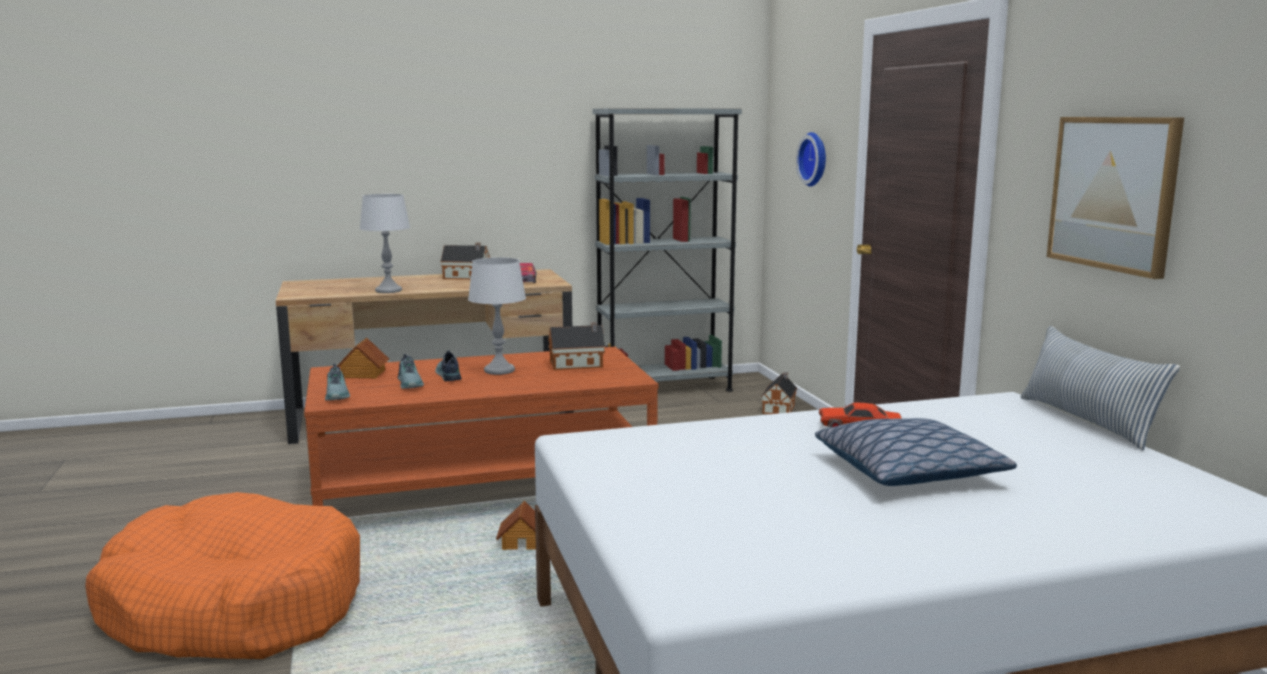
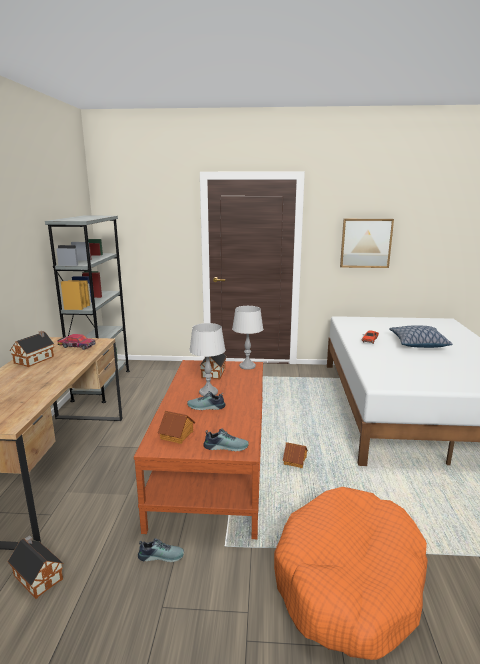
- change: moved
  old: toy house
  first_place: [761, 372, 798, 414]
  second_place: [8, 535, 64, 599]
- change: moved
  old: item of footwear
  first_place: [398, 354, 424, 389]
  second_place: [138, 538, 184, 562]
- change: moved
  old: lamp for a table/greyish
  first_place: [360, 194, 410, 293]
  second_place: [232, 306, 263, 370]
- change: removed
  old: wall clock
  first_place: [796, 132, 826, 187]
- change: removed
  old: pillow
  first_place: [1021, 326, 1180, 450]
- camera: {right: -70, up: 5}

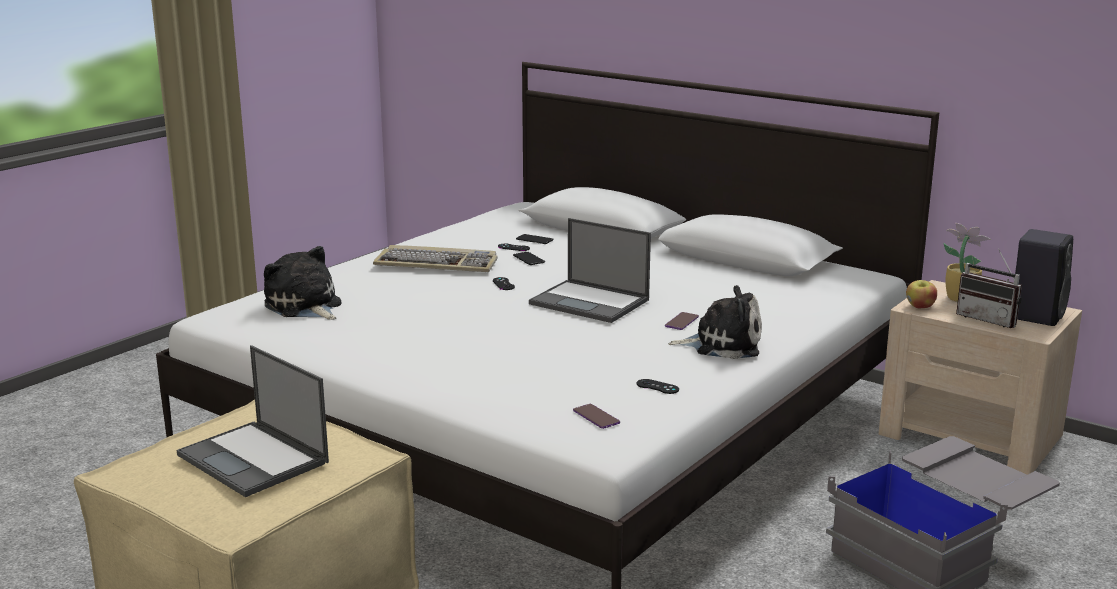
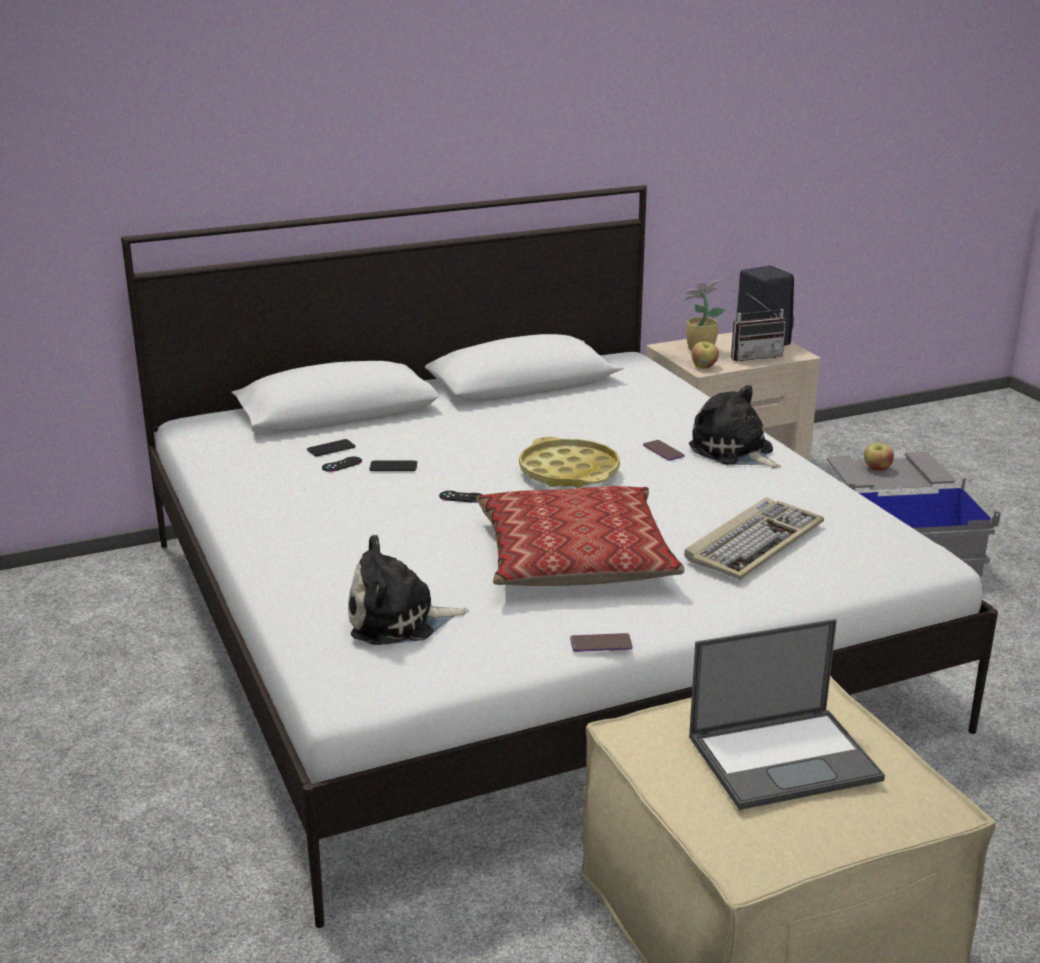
- change: added
  new: pillow
  second_place: [476, 486, 684, 586]
- change: replaced
  old: notebook computer
  new: serving tray/yellowish
  first_place: [529, 218, 651, 323]
  second_place: [519, 437, 620, 488]
- change: moved
  old: telephone
  first_place: [573, 404, 620, 429]
  second_place: [570, 633, 633, 652]
- change: moved
  old: PC keyboard
  first_place: [373, 245, 498, 272]
  second_place: [684, 497, 824, 580]
- change: turned
  old: cuddly toy
  first_place: [668, 285, 762, 359]
  second_place: [689, 385, 781, 468]
  degrees: -75
- change: added
  new: whole apple
  second_place: [864, 443, 894, 471]
- change: removed
  old: game controller/blackish
  first_place: [637, 379, 679, 394]
- camera: {right: -60, up: 5}

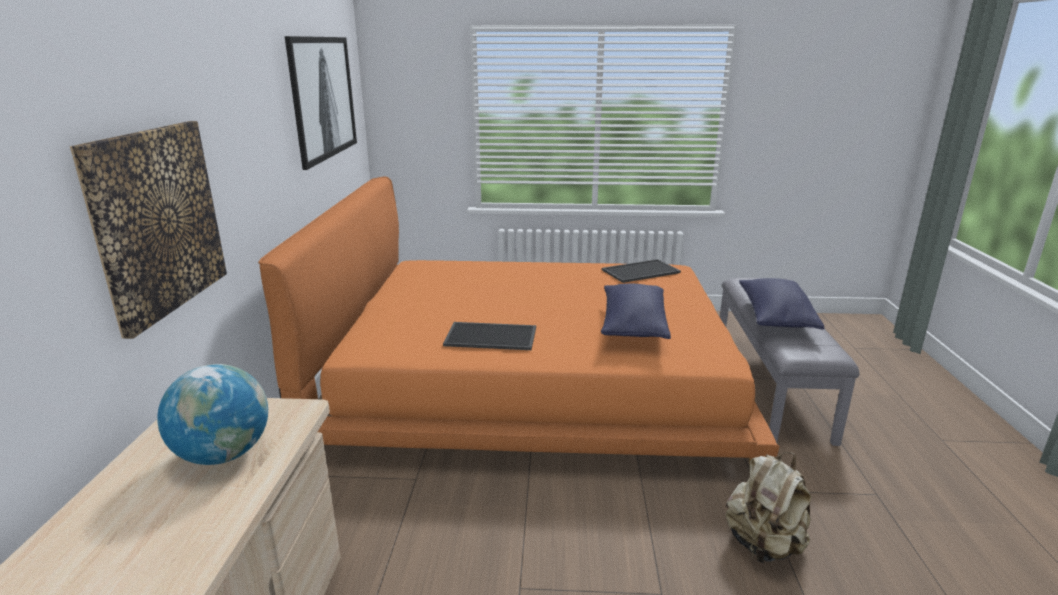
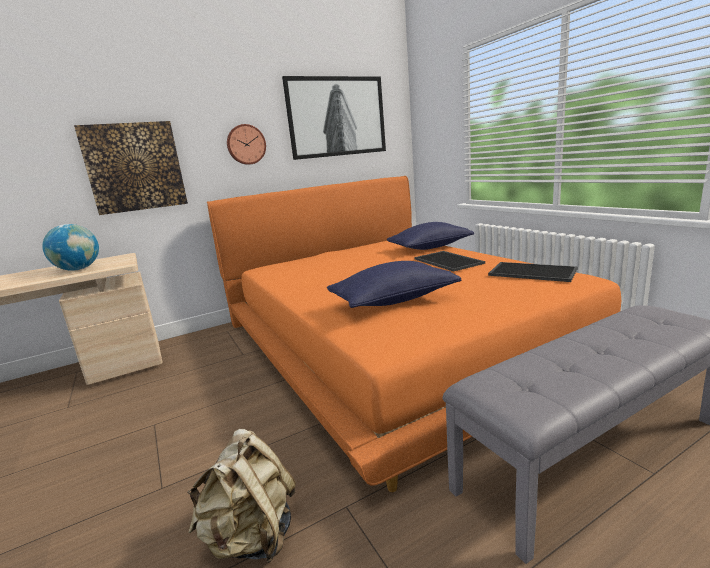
- change: added
  new: wall clock
  second_place: [227, 124, 266, 165]
- change: moved
  old: pillow/blue
  first_place: [739, 278, 824, 329]
  second_place: [387, 222, 474, 250]
- change: moved
  old: serving tray
  first_place: [443, 322, 536, 350]
  second_place: [414, 251, 485, 272]
- camera: {right: 60, up: -5}

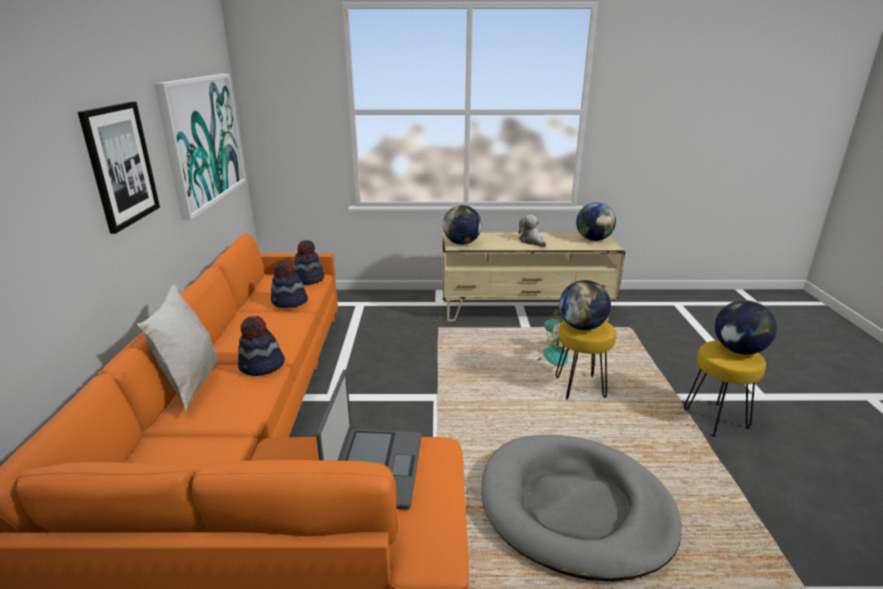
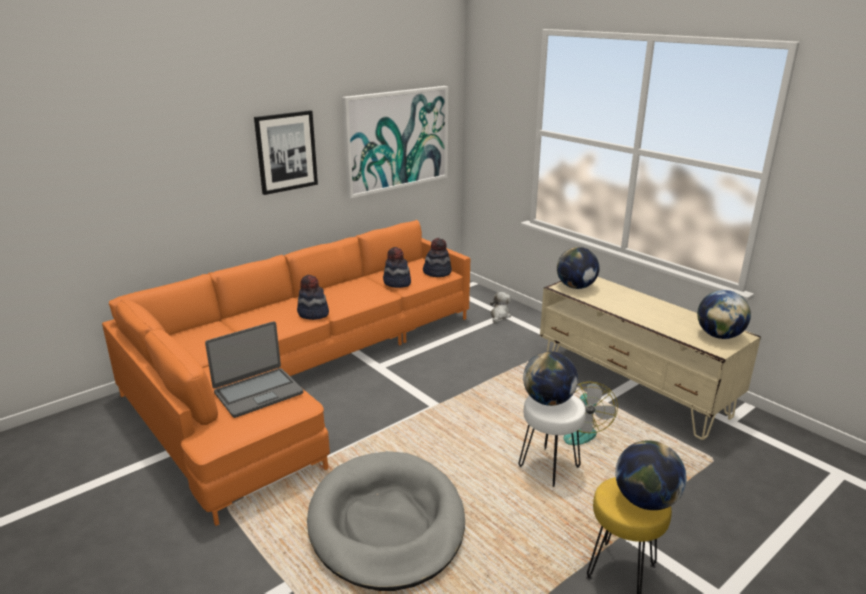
- change: moved
  old: cuddly toy
  first_place: [519, 215, 546, 247]
  second_place: [490, 292, 511, 323]
- change: recoloured
  old: sitting stool/yellowish
  new: sitting stool/whitish
  first_place: [556, 320, 616, 400]
  second_place: [518, 395, 586, 487]
- change: removed
  old: pillow/whitish
  first_place: [137, 283, 218, 411]
- camera: {right: 50, up: 0}

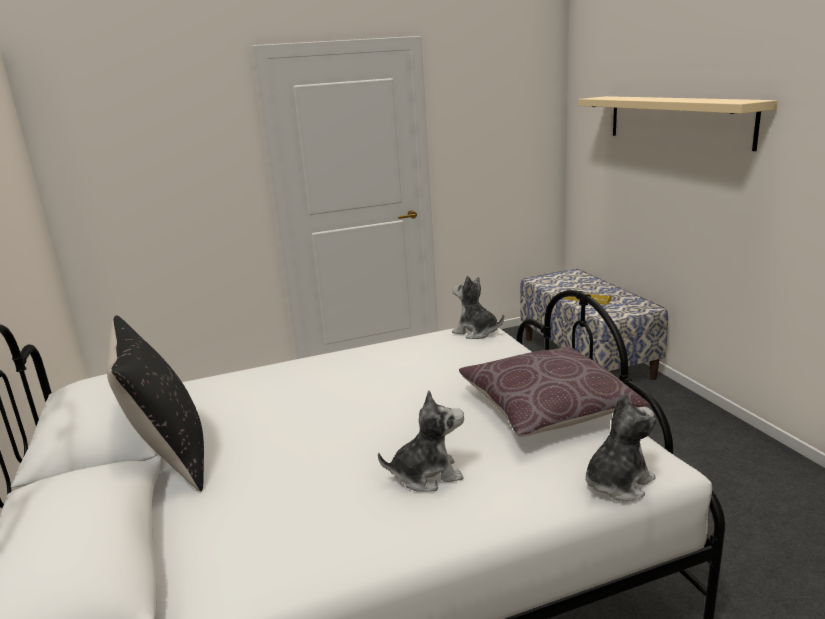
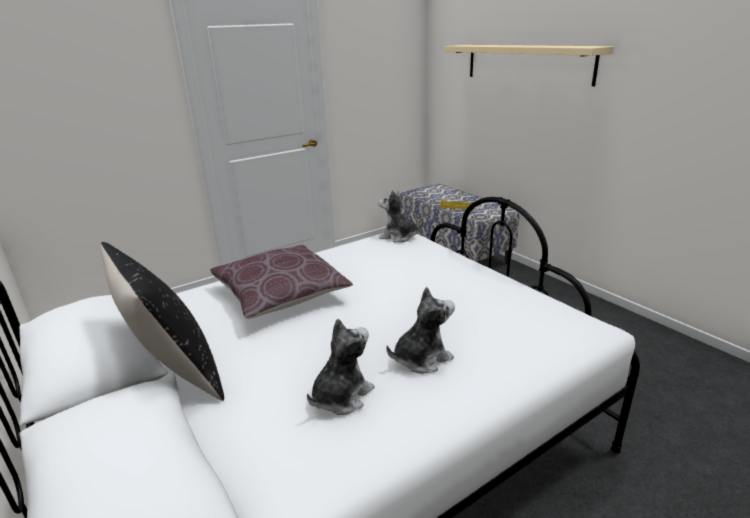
- change: moved
  old: pillow/brown
  first_place: [459, 346, 650, 437]
  second_place: [210, 245, 353, 319]
- change: moved
  old: cuddly toy
  first_place: [585, 393, 656, 501]
  second_place: [307, 319, 375, 415]
- camera: {right: -15, up: 5}

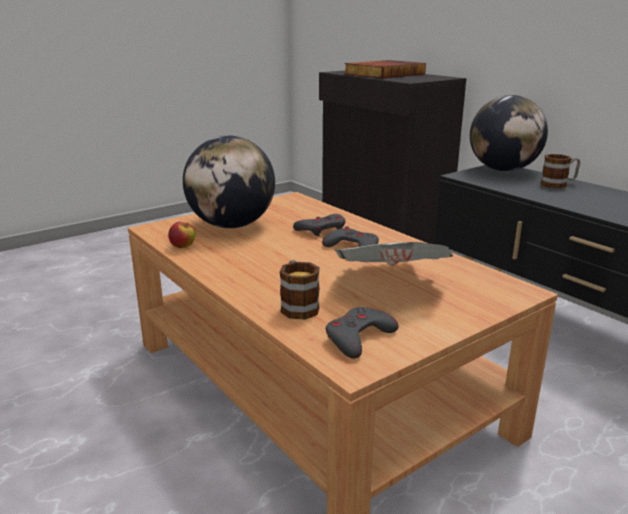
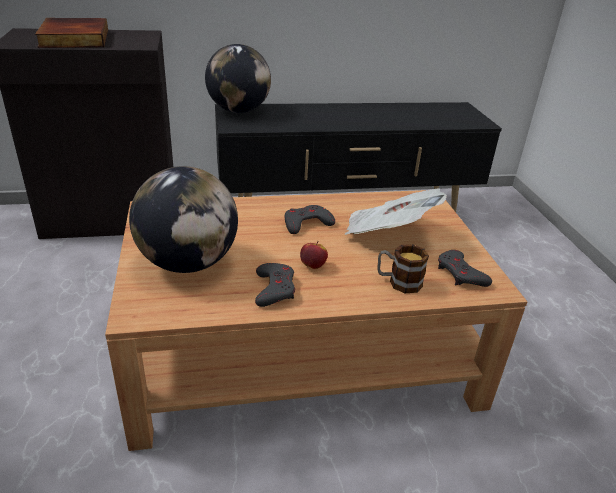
- change: moved
  old: game controller/greyish
  first_place: [293, 214, 345, 236]
  second_place: [255, 263, 295, 307]
- change: moved
  old: whole apple
  first_place: [168, 222, 196, 248]
  second_place: [300, 241, 328, 269]
- change: removed
  old: coffee mug
  first_place: [541, 154, 580, 188]
- camera: {right: -65, up: 10}

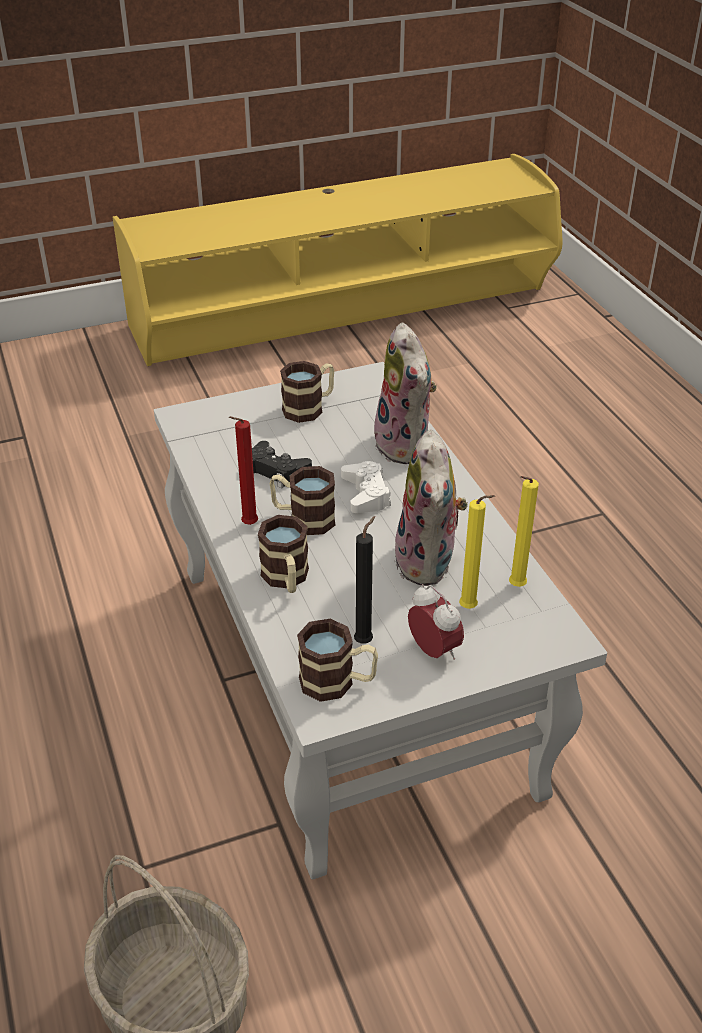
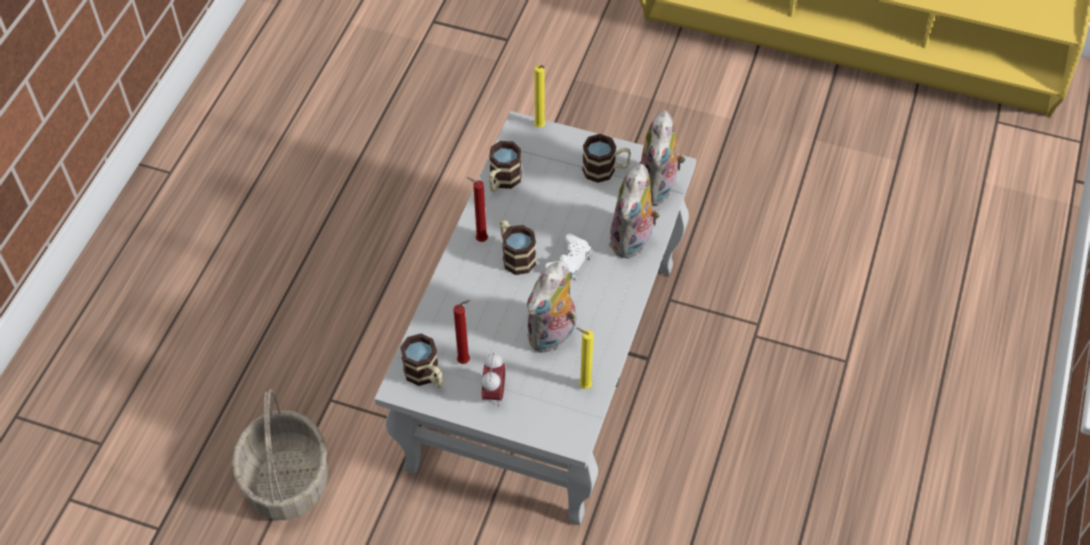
- change: recoloured
  old: wax light/blackish
  new: wax light/red
  first_place: [354, 516, 375, 644]
  second_place: [454, 300, 470, 364]
- change: moved
  old: coffee mug
  first_place: [258, 515, 309, 593]
  second_place: [489, 141, 522, 192]
- change: moved
  old: wax light/yellowish
  first_place: [459, 495, 495, 609]
  second_place: [534, 65, 546, 127]
- change: added
  new: cuddly toy
  second_place: [640, 111, 686, 206]
- change: removed
  old: game controller/blackish
  first_place: [252, 441, 312, 488]
- camera: {right: 40, up: 15}

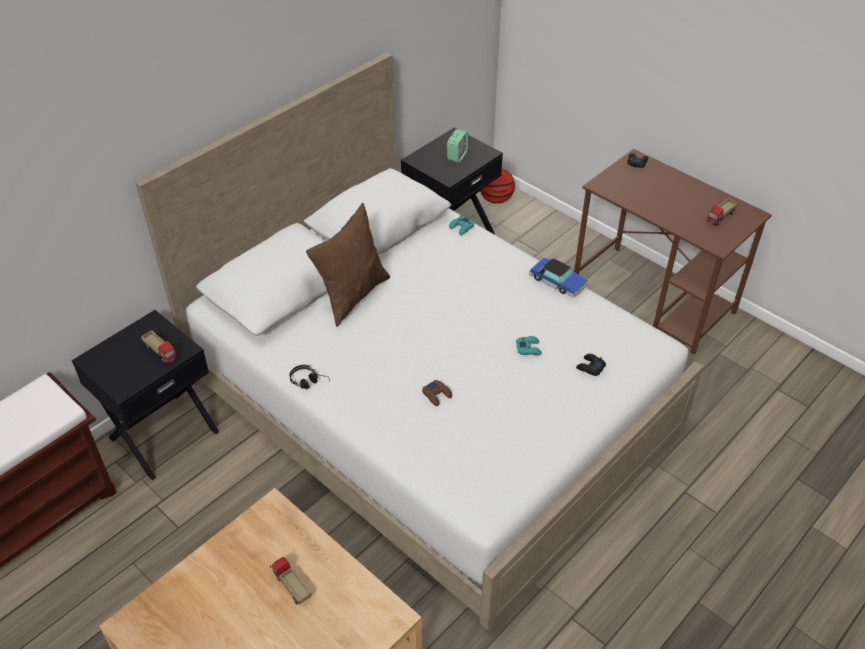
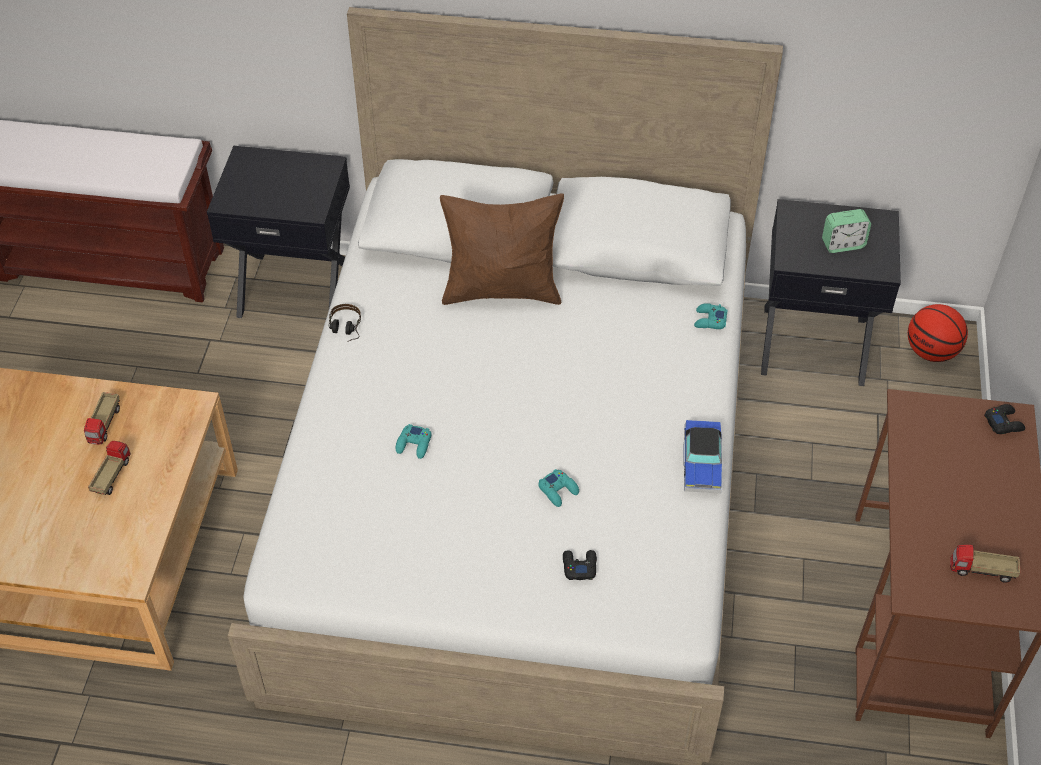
- change: moved
  old: toy lorry
  first_place: [141, 330, 177, 363]
  second_place: [84, 392, 120, 445]
- change: recoloured
  old: game controller/brown
  new: game controller/blue-green
  first_place: [422, 380, 452, 406]
  second_place: [396, 424, 432, 459]
- camera: {right: 55, up: 5}

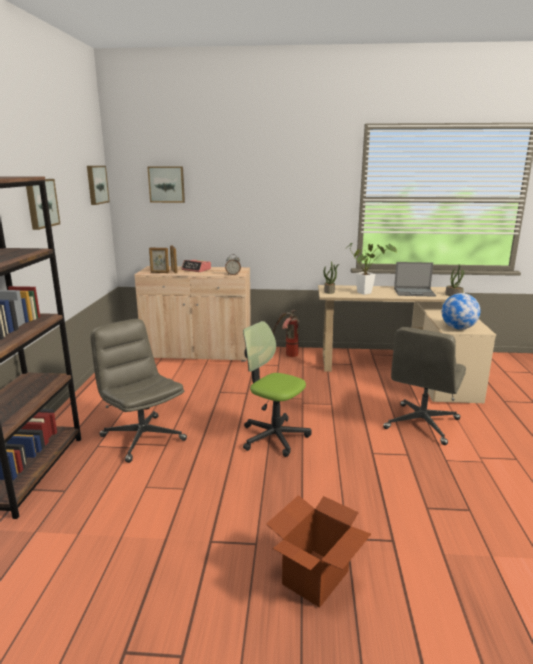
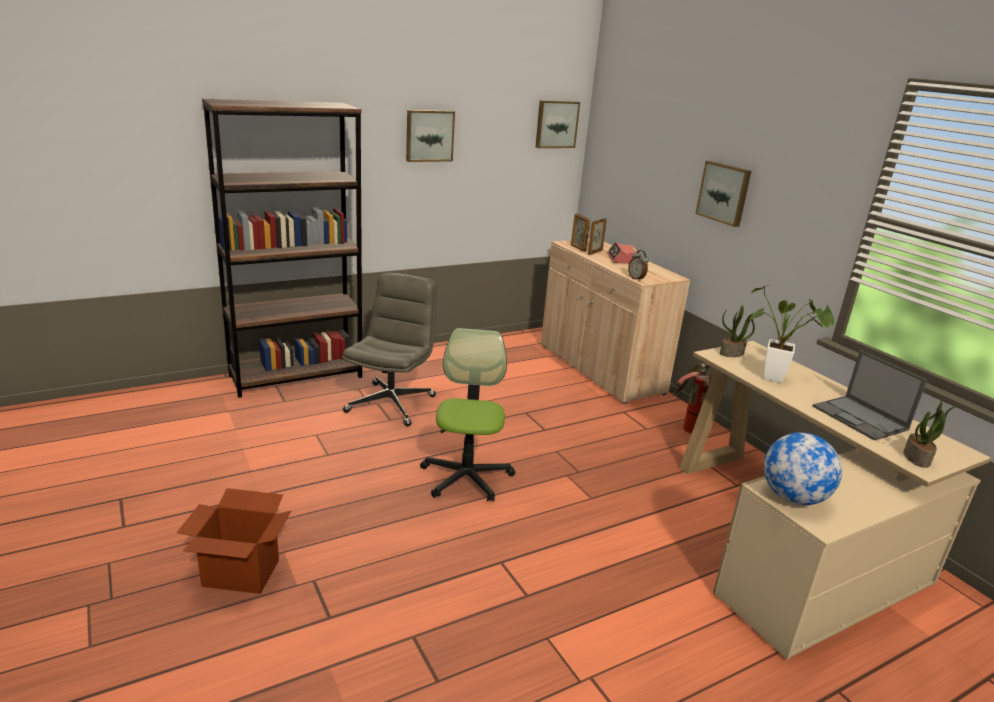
- change: moved
  old: wall picture
  first_place: [147, 166, 185, 203]
  second_place: [696, 161, 751, 227]
- change: removed
  old: desk chair/greyish
  first_place: [383, 327, 466, 445]
- camera: {right: 55, up: 5}

